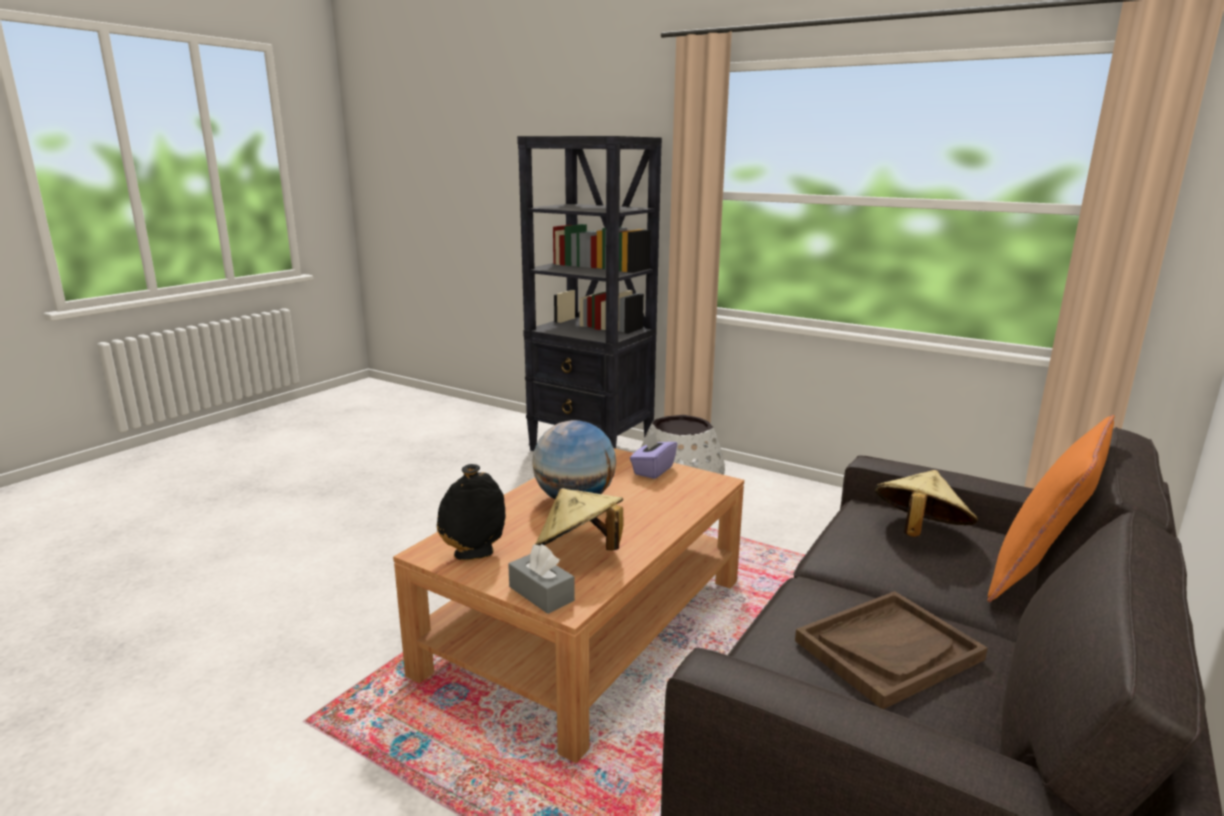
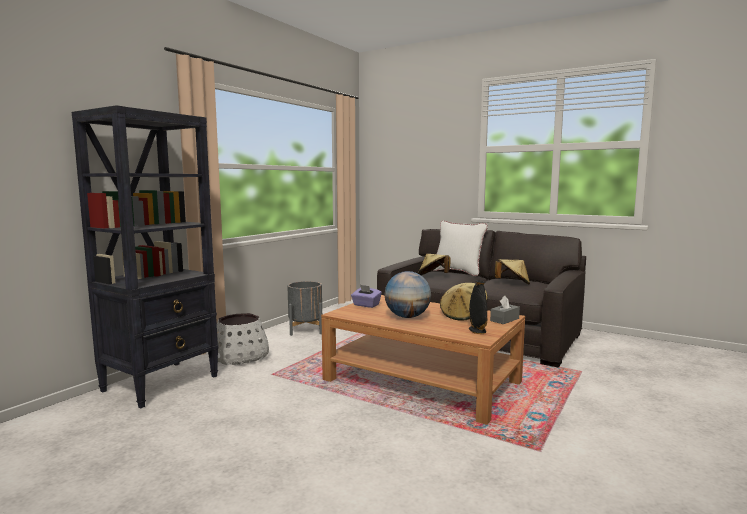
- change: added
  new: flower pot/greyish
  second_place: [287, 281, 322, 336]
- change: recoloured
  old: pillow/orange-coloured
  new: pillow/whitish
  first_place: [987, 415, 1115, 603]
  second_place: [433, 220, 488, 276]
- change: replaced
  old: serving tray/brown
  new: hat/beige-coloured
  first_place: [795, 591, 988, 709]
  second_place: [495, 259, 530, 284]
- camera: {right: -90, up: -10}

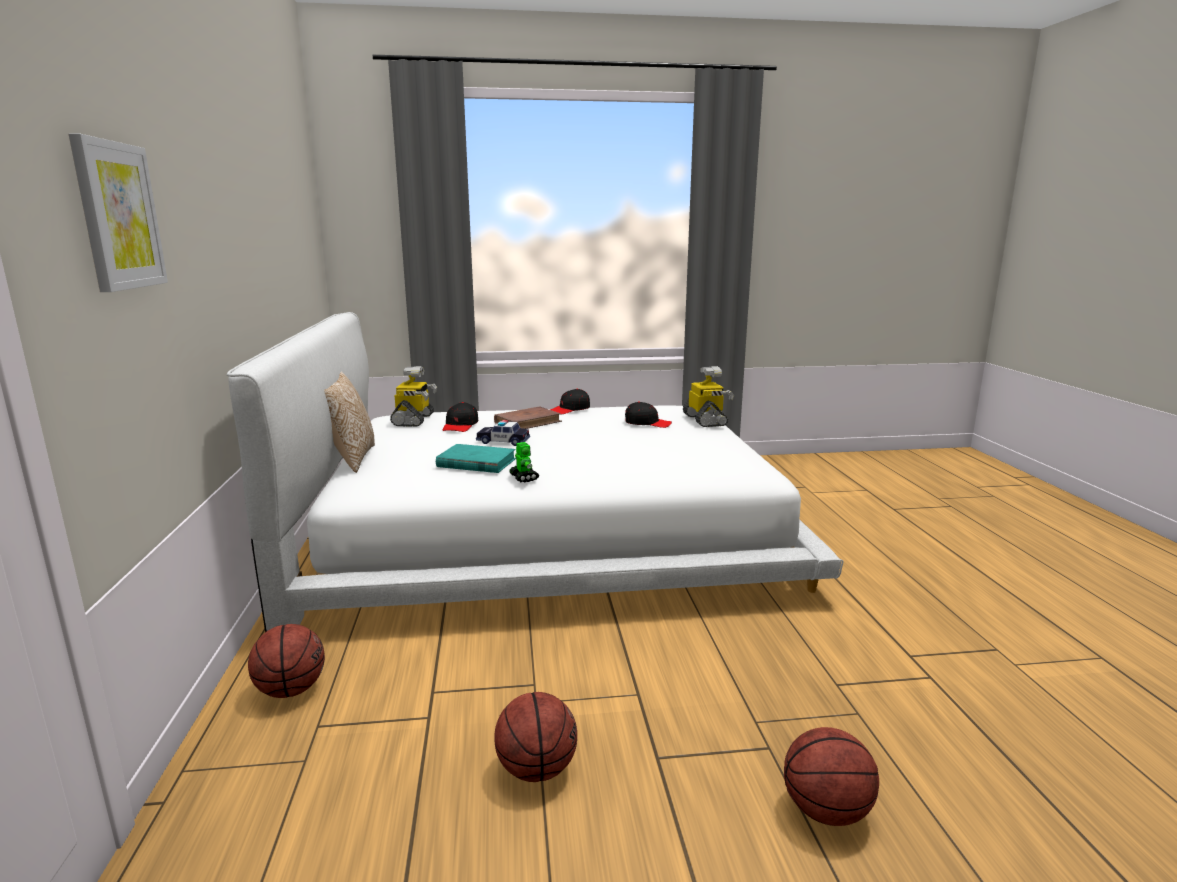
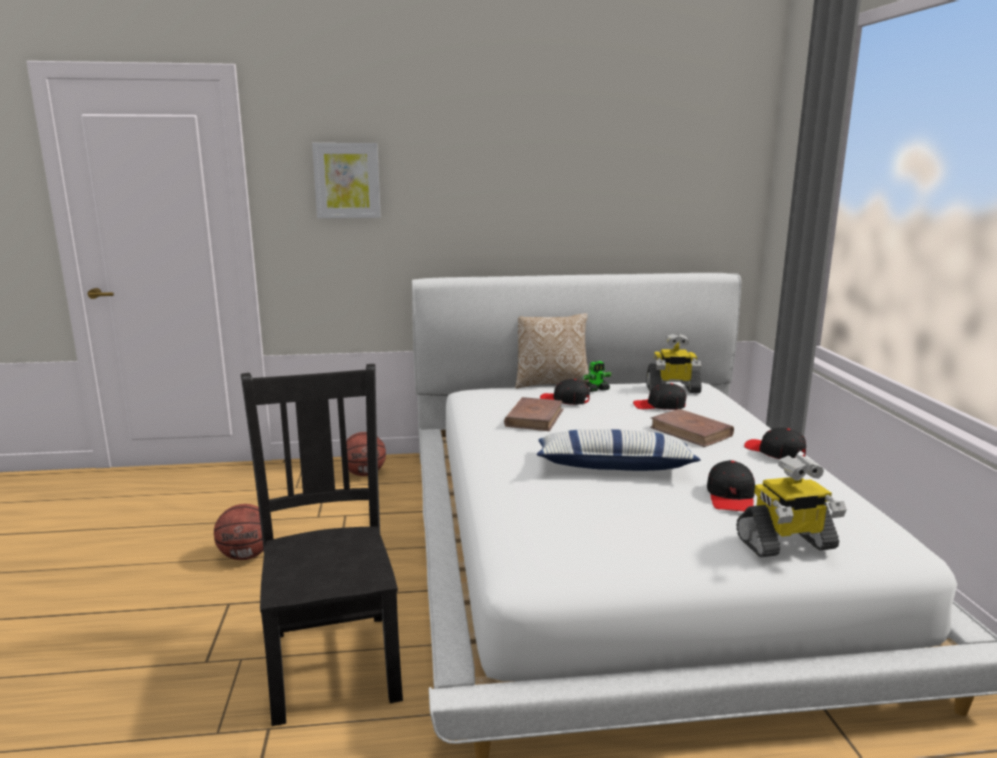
- change: added
  new: chair/blackish
  second_place: [241, 364, 403, 726]
- change: recoloured
  old: book/blue-green
  new: book/brown
  first_place: [436, 444, 516, 473]
  second_place: [504, 397, 563, 431]
- change: added
  new: pillow
  second_place: [537, 429, 701, 471]
- change: added
  new: cap/blackish
  second_place: [540, 379, 590, 405]
- change: moved
  old: robot figure
  first_place: [509, 442, 539, 482]
  second_place: [581, 361, 612, 392]
- change: removed
  old: model car
  first_place: [476, 420, 530, 446]
- change: removed
  old: basketball ball
  first_place: [784, 727, 879, 826]
- camera: {right: 90, up: 0}

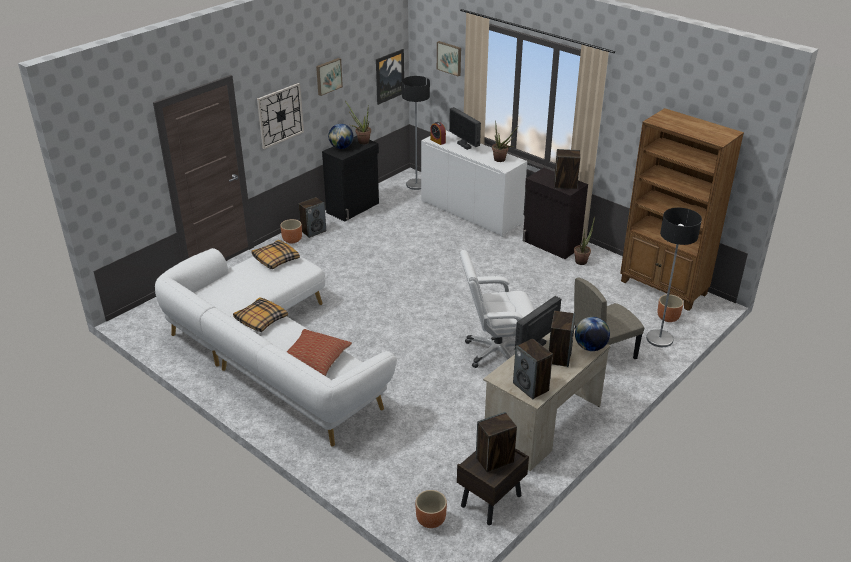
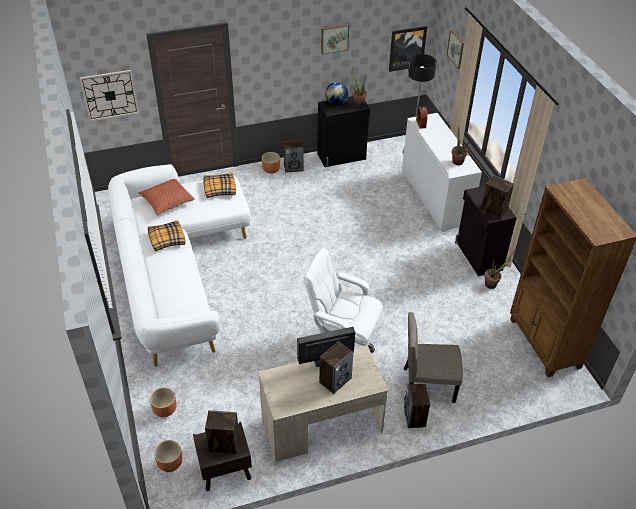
- change: moved
  old: wall clock
  first_place: [257, 83, 304, 149]
  second_place: [79, 70, 139, 121]
- change: moved
  old: pillow
  first_place: [287, 329, 352, 376]
  second_place: [139, 179, 195, 216]
- change: moved
  old: flower pot/brown
  first_place: [657, 294, 683, 322]
  second_place: [150, 387, 176, 417]
- change: moved
  old: loudspeaker
  first_place: [513, 339, 553, 399]
  second_place: [404, 383, 430, 429]
- change: removed
  old: monitor
  first_place: [449, 107, 481, 150]
- change: removed
  old: world globe
  first_place: [575, 317, 610, 351]
- change: removed
  old: floor lamp
  first_place: [646, 208, 702, 347]
- camera: {right: 30, up: 10}

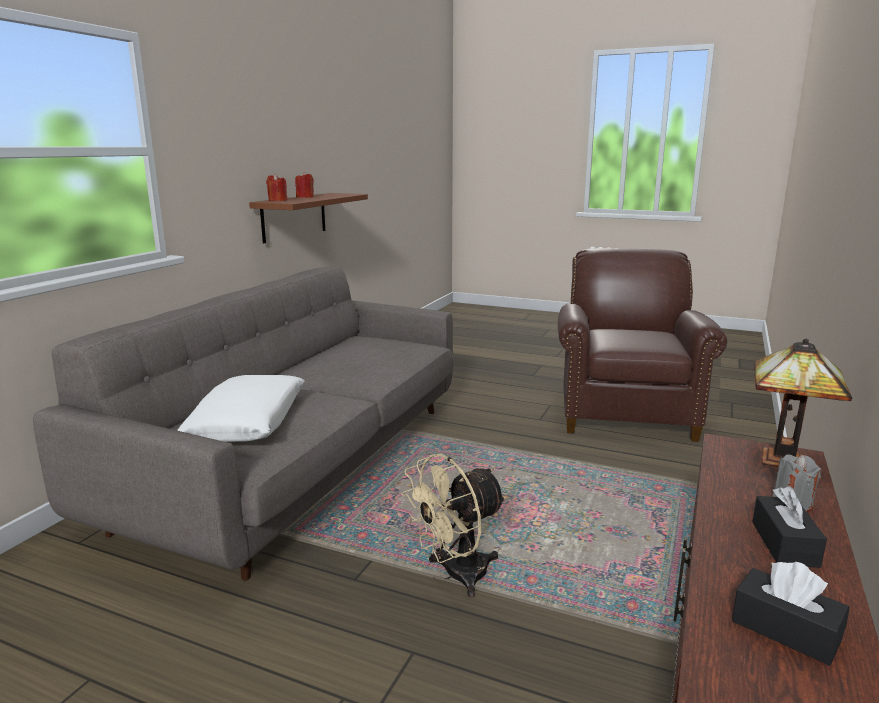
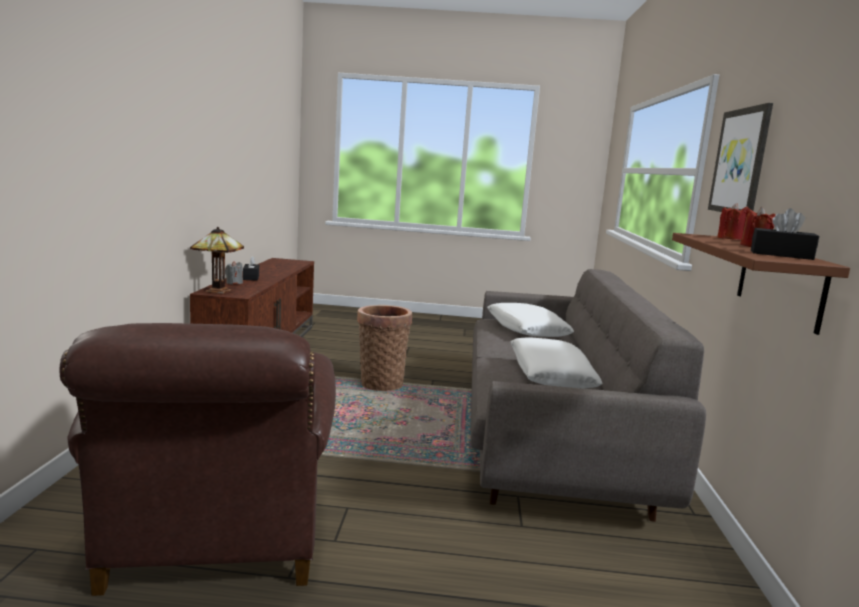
- change: replaced
  old: electric fan/beige-coloured
  new: basket
  first_place: [401, 454, 507, 597]
  second_place: [357, 305, 412, 391]
- change: added
  new: pillow/whitish
  second_place: [511, 337, 603, 389]
- change: added
  new: wall picture
  second_place: [708, 103, 773, 212]
- change: moved
  old: tissue holder/blackish
  first_place: [732, 562, 850, 666]
  second_place: [751, 208, 819, 260]
- camera: {right: 160, up: -5}

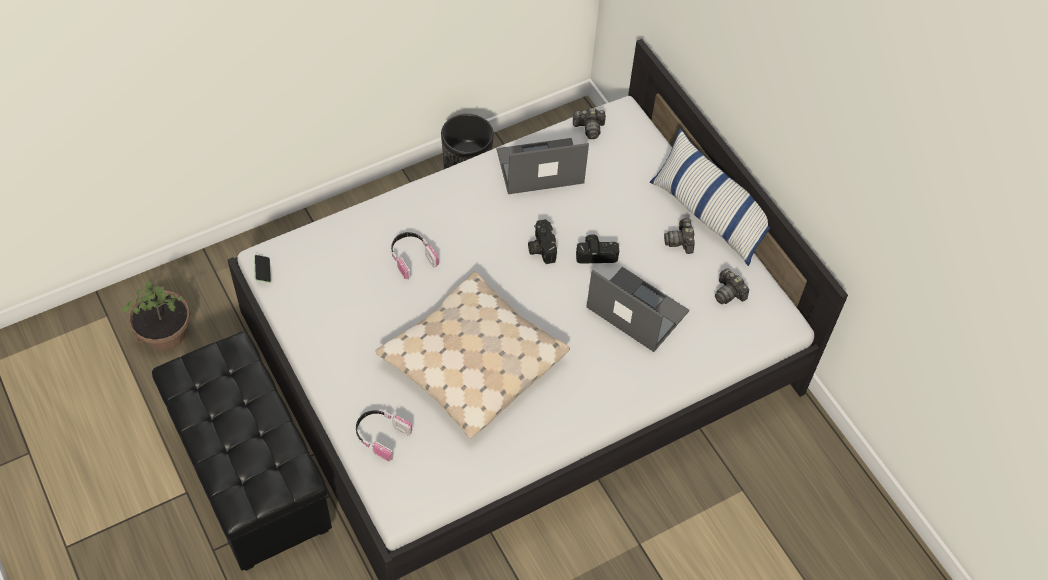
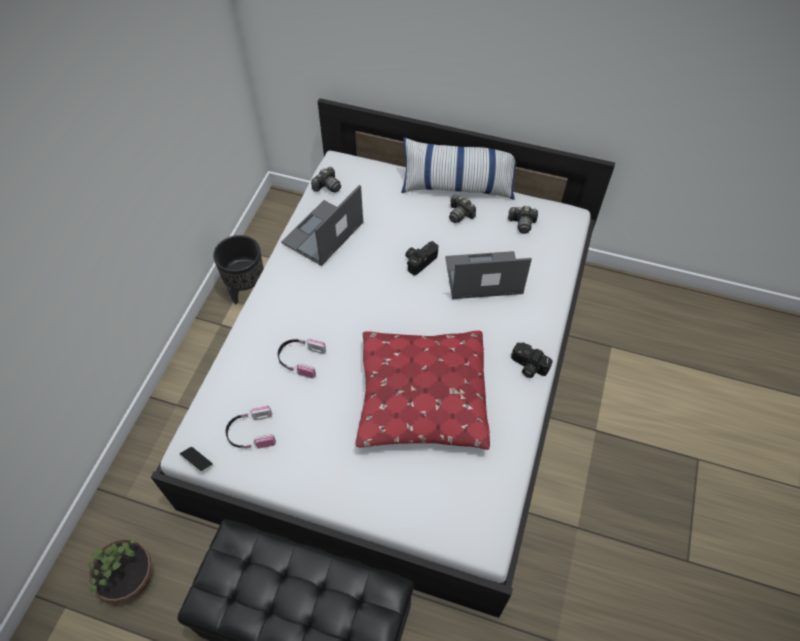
- change: moved
  old: headset
  first_place: [356, 410, 412, 462]
  second_place: [225, 406, 276, 449]
- change: recoloured
  old: pillow/beige-coloured
  new: pillow/red
  first_place: [375, 272, 570, 439]
  second_place: [356, 331, 490, 450]
- change: moved
  old: still camera
  first_place: [528, 219, 557, 264]
  second_place: [511, 342, 553, 378]
- camera: {right: -40, up: 0}

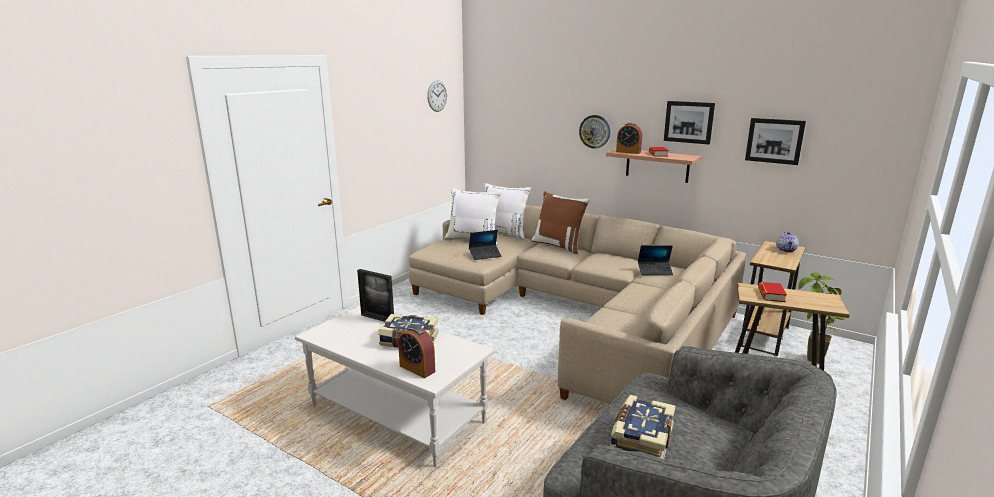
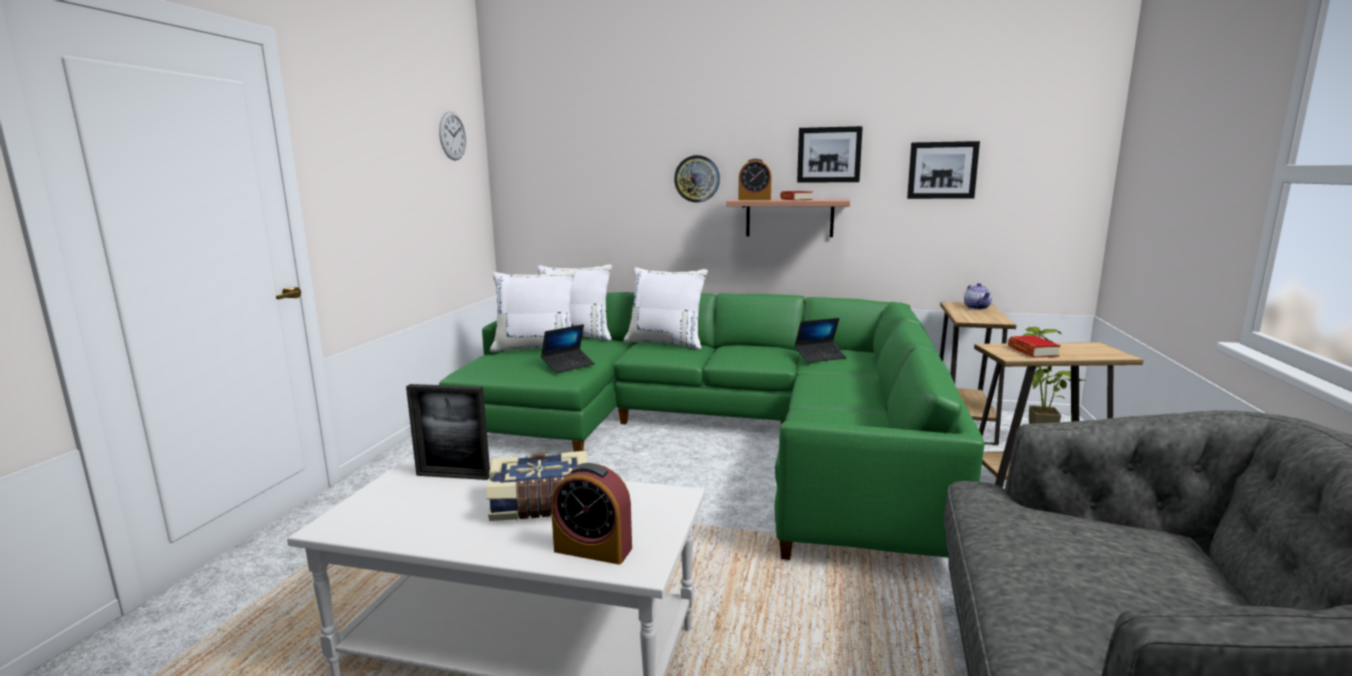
- change: recoloured
  old: sofa/beige-coloured
  new: sofa/green-coloured
  first_place: [409, 205, 746, 404]
  second_place: [439, 292, 984, 560]
- change: recoloured
  old: pillow/brown
  new: pillow/whitish
  first_place: [531, 191, 590, 254]
  second_place: [623, 267, 708, 350]
- change: removed
  old: book
  first_place: [610, 395, 675, 459]
- camera: {right: -20, up: -5}

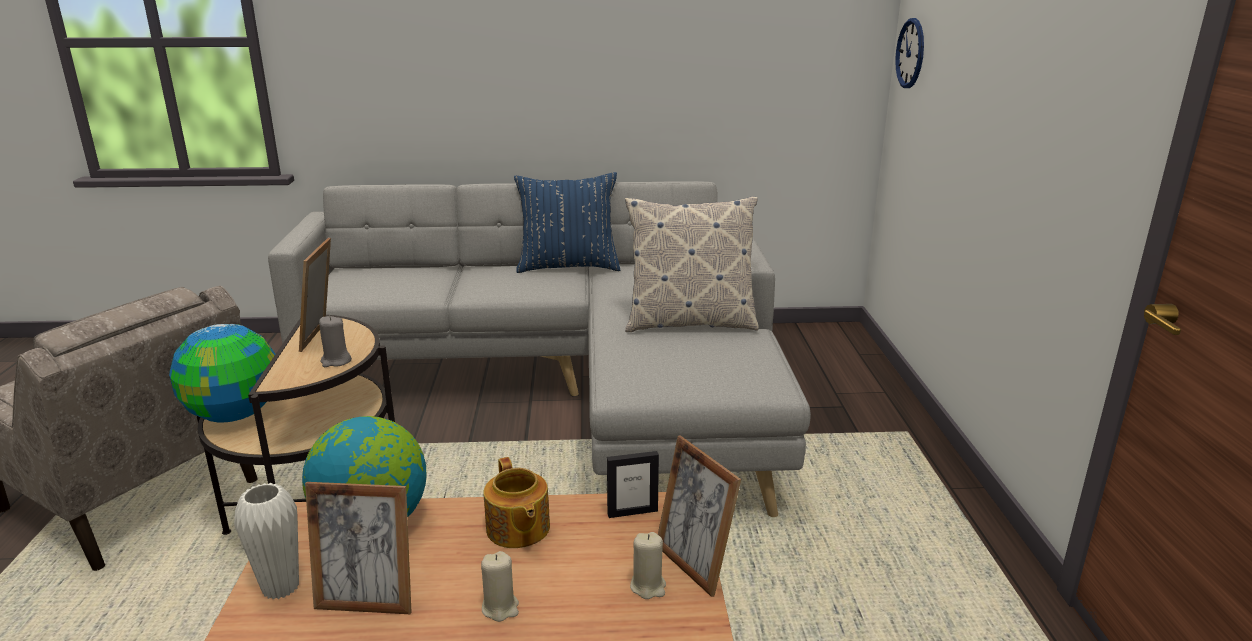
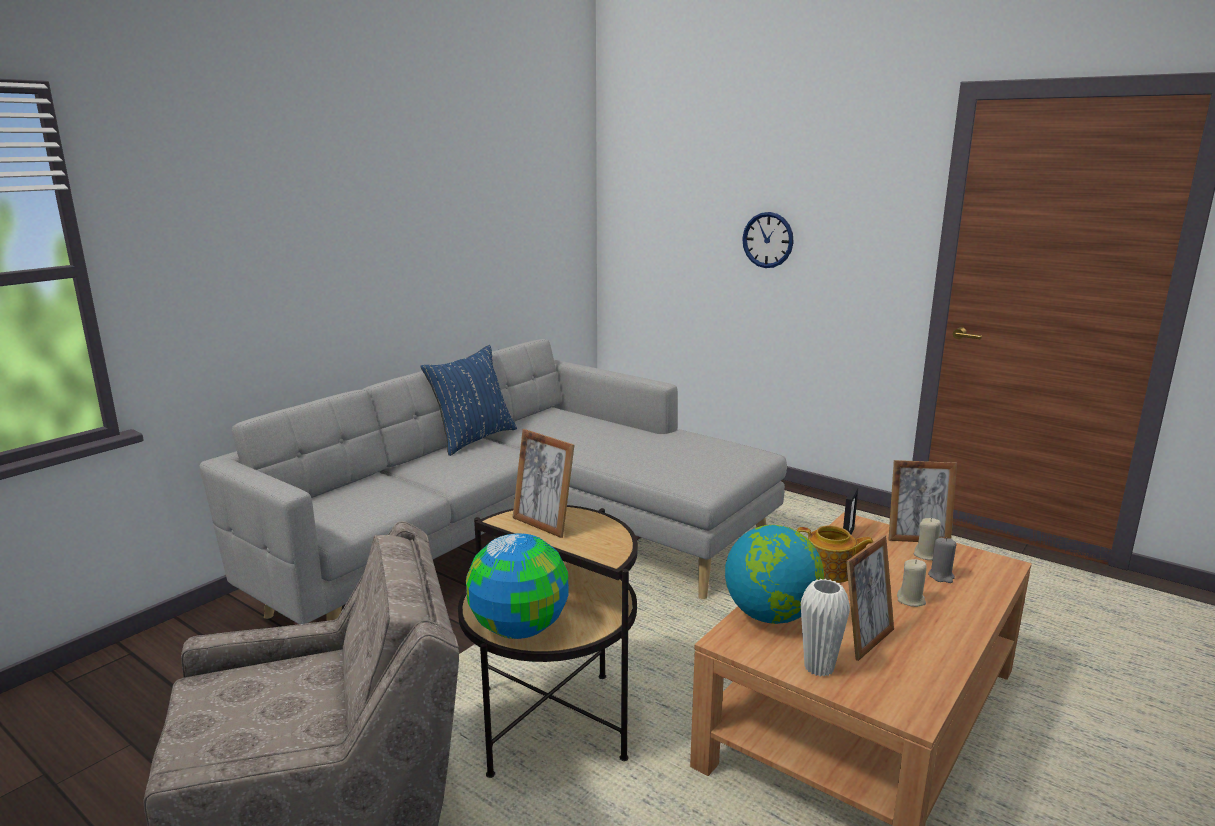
- change: moved
  old: wall clock
  first_place: [895, 18, 924, 88]
  second_place: [742, 212, 794, 268]
- change: moved
  old: wax light/greyish
  first_place: [319, 316, 352, 367]
  second_place: [928, 537, 956, 583]
- change: removed
  old: pillow
  first_place: [625, 196, 759, 332]
- camera: {right: -50, up: -5}

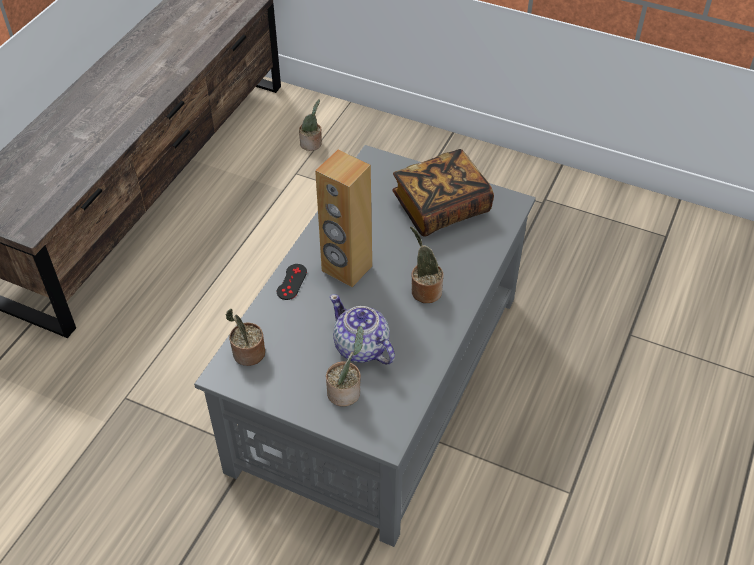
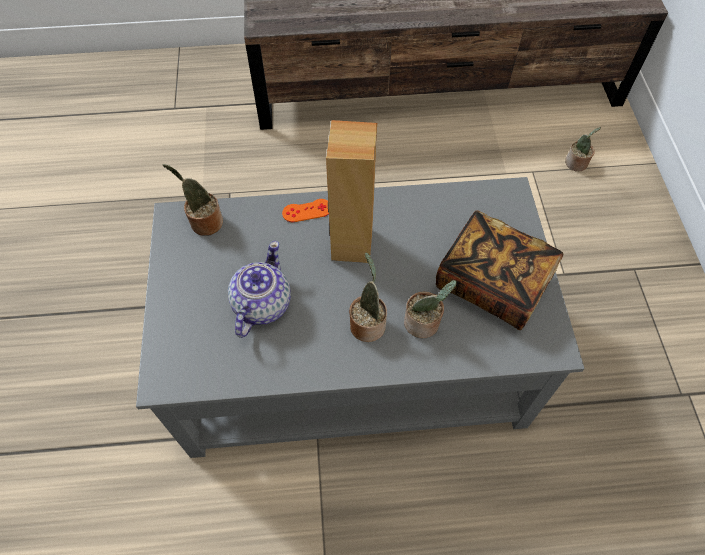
- change: recoloured
  old: game controller/blackish
  new: game controller/orange-coloured
  first_place: [277, 264, 307, 300]
  second_place: [282, 199, 329, 222]
- change: moved
  old: houseplant
  first_place: [326, 326, 364, 407]
  second_place: [404, 280, 456, 338]
- camera: {right: 60, up: 10}

